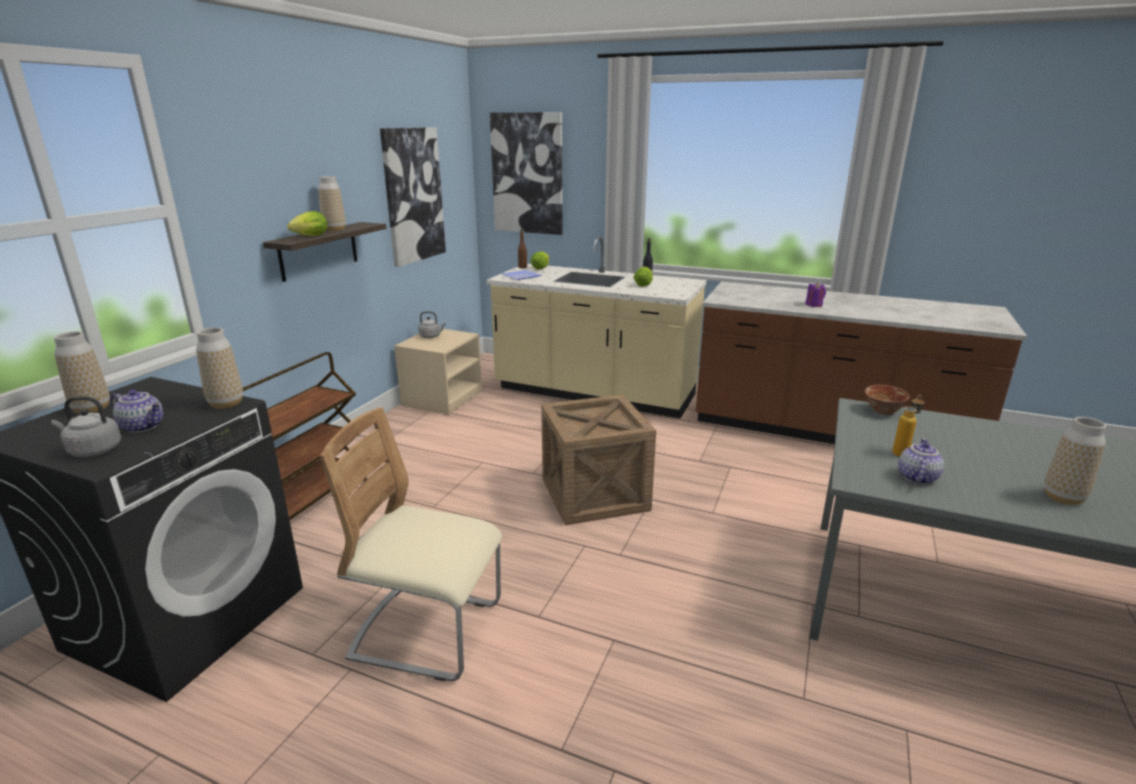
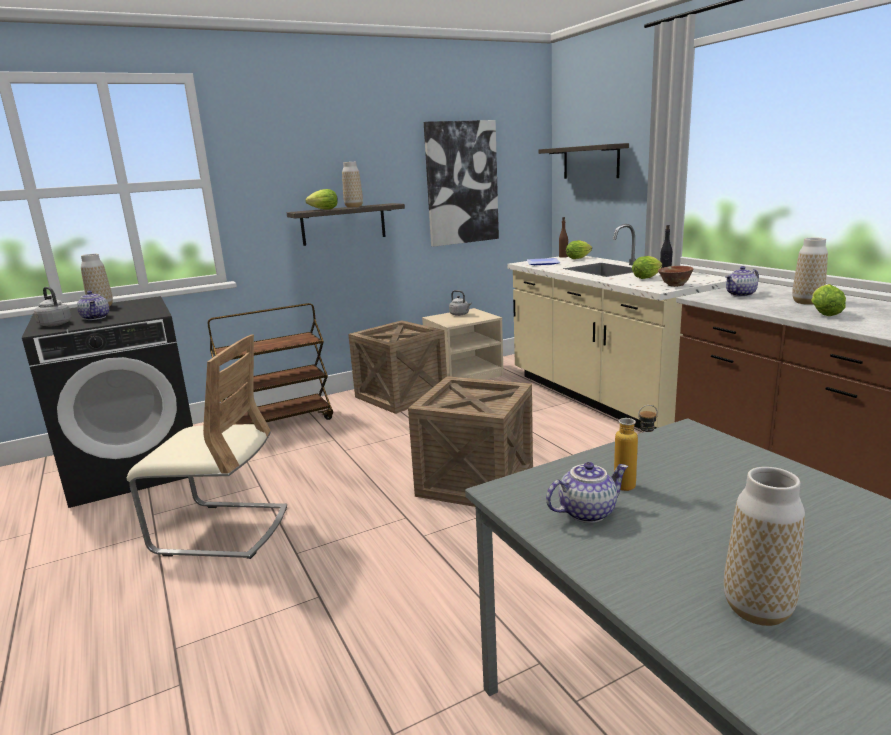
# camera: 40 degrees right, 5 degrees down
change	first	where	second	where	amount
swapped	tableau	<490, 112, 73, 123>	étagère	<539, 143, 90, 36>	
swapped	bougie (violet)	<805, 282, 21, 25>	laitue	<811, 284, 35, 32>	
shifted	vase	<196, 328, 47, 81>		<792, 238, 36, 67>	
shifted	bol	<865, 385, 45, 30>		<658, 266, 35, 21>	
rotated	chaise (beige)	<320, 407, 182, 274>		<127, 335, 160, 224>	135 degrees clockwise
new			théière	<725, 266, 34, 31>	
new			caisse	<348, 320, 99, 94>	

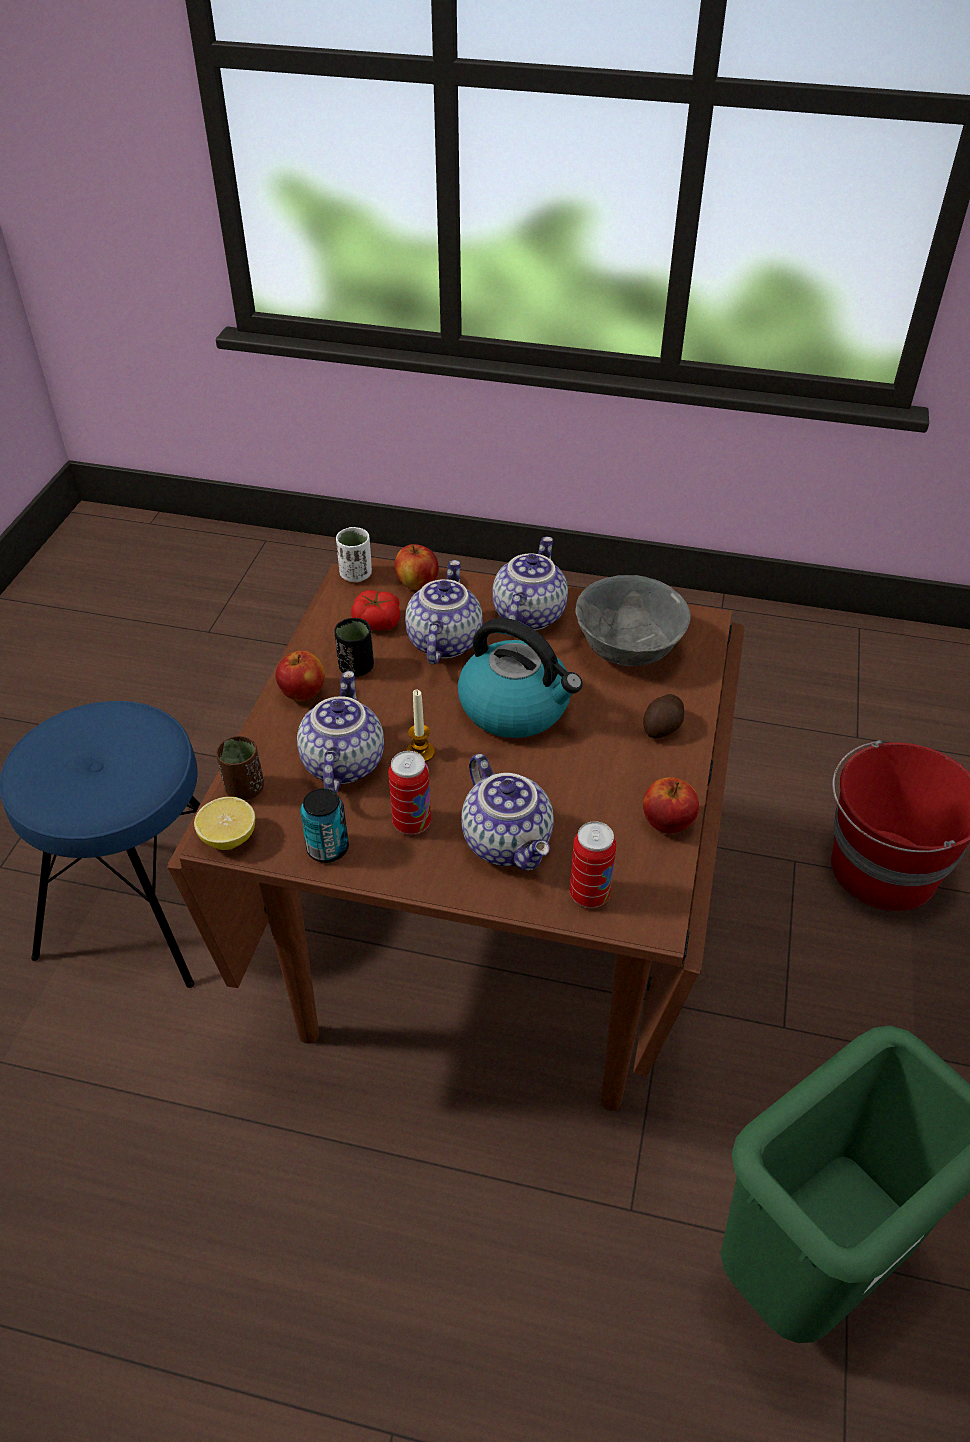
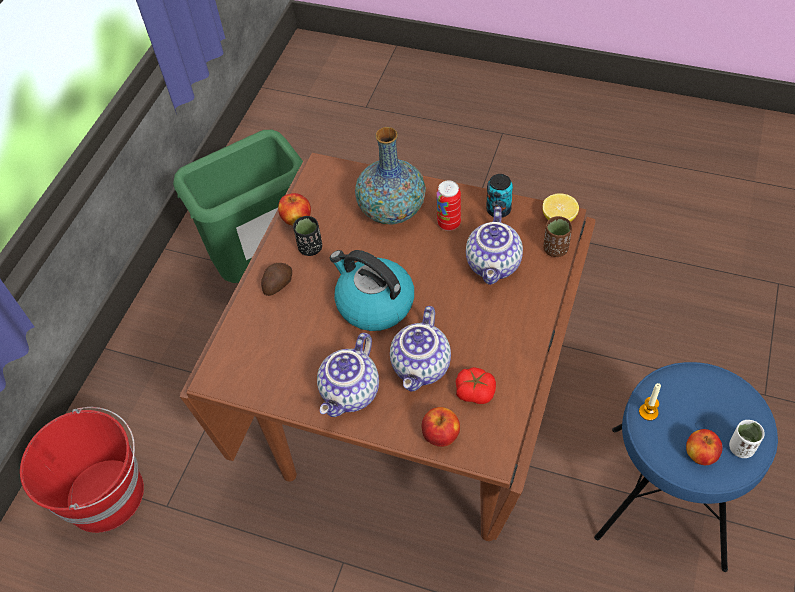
# camera: 170 degrees left, 10 degrees up
change	first	where	second	where	amount
shifted	tasse (blanc)	<336, 527, 36, 55>		<729, 420, 36, 38>	
gone	bol (gris)	<575, 575, 116, 91>			
shifted	tasse (noir)	<334, 618, 40, 59>		<293, 216, 29, 40>	
shifted	pomme	<275, 651, 50, 50>		<686, 429, 37, 36>	
shifted	bougie	<406, 690, 29, 72>		<639, 383, 22, 38>	
swapped	théière	<461, 754, 93, 116>	vase	<355, 127, 71, 98>	
gone	boîte métallique	<570, 821, 46, 87>			

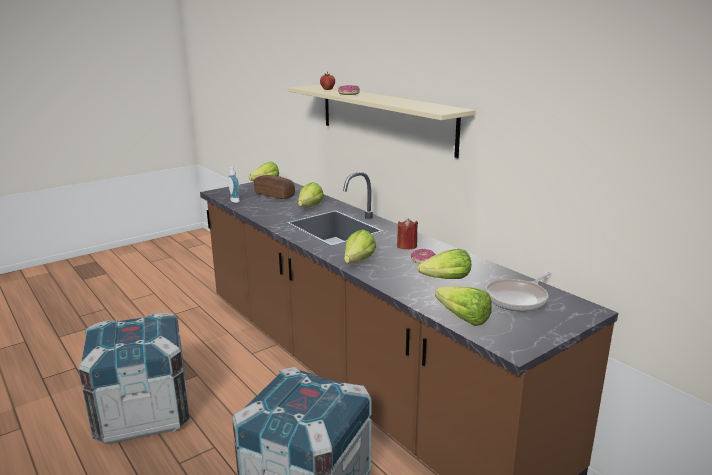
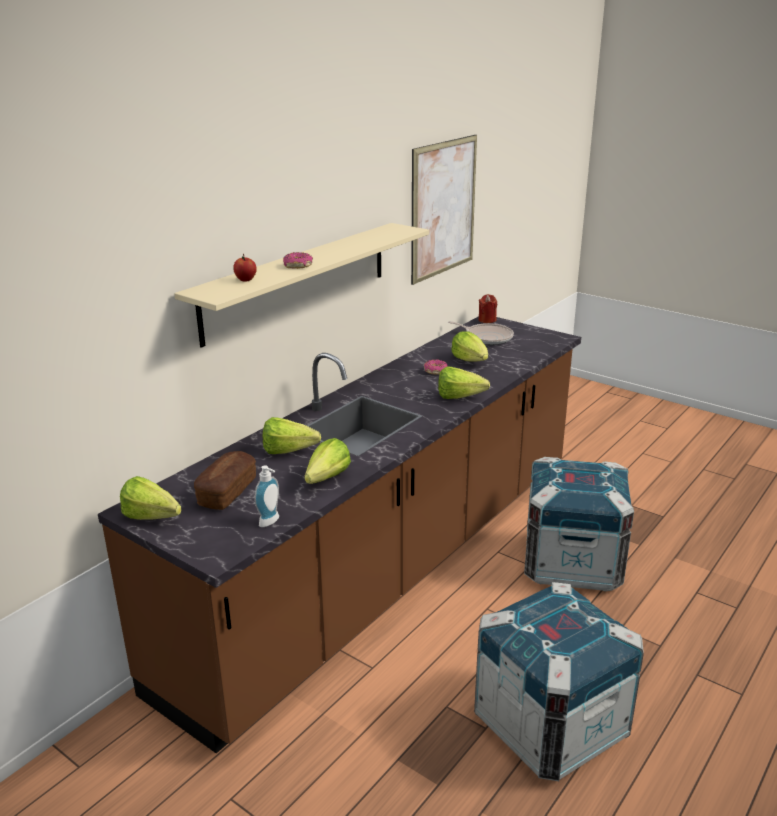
# camera: 105 degrees left, 5 degrees up
change	first	where	second	where	amount
shifted	bougie (rouge)	<397, 218, 21, 32>		<479, 294, 18, 29>	
shifted	laitue	<435, 286, 57, 40>		<305, 438, 46, 46>	
new			tableau	<411, 135, 66, 150>	

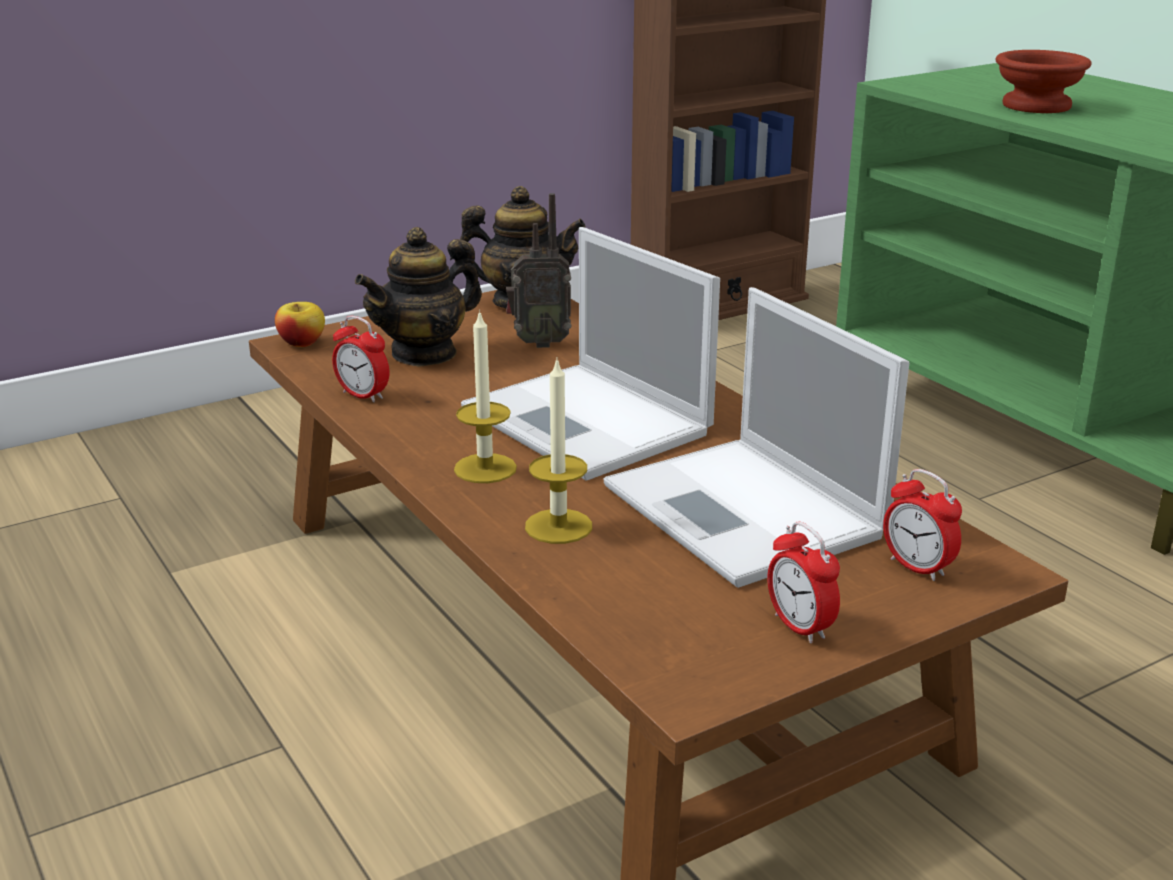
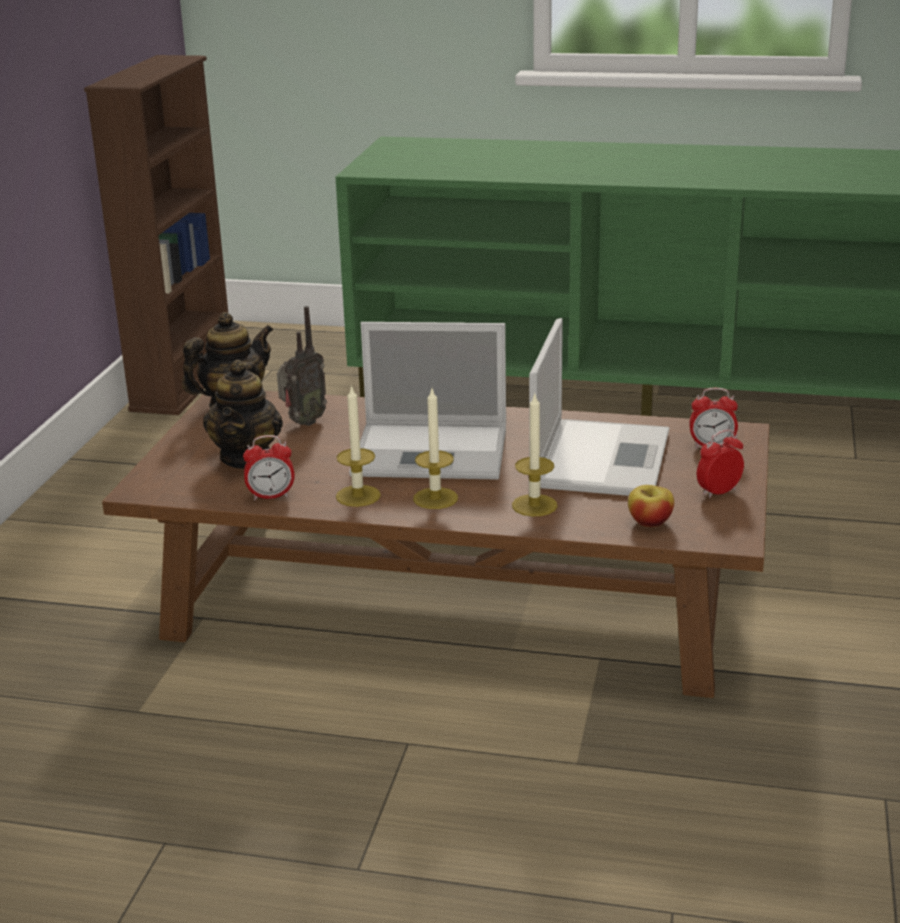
# camera: 45 degrees left, 0 degrees up
change	first	where	second	where	amount
gone	bol (marron)	<995, 50, 97, 63>			
rotated	ordinateur portable	<603, 287, 306, 301>		<529, 318, 140, 178>	90 degrees counterclockwise
shifted	pomme	<275, 302, 50, 45>		<628, 485, 46, 42>	
rotated	réveil	<767, 522, 73, 121>		<697, 429, 47, 69>	135 degrees clockwise
new			bougie	<336, 385, 45, 122>	

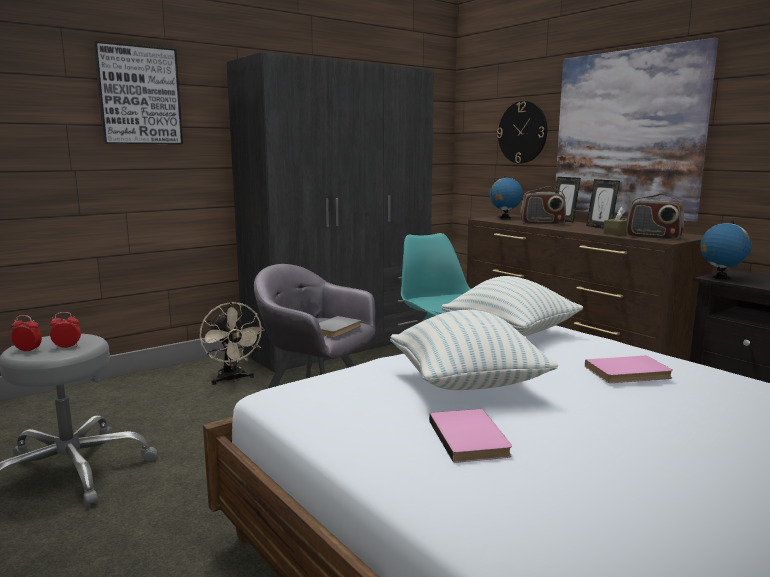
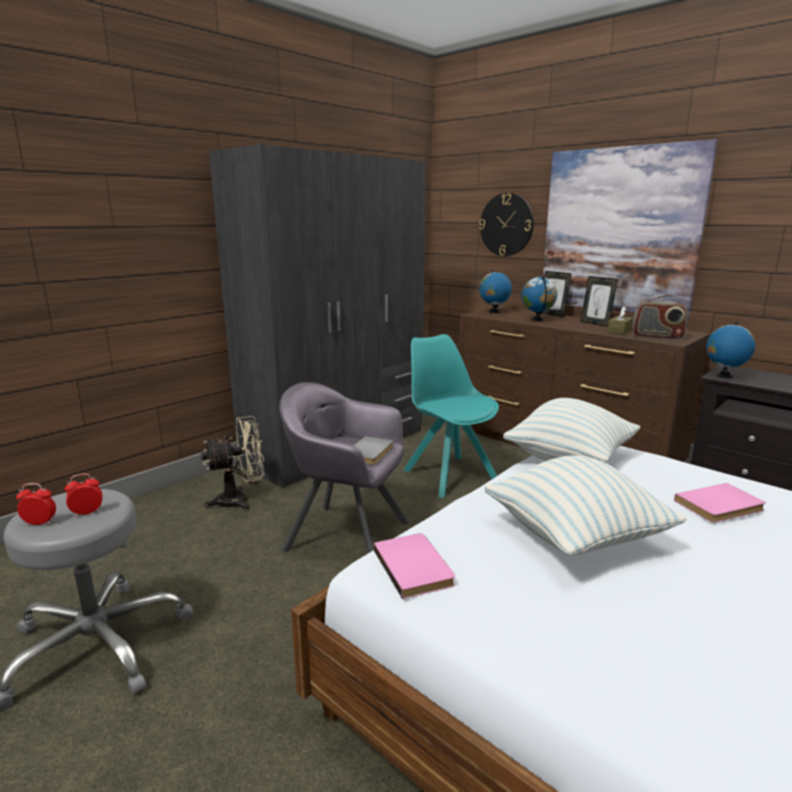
# camera: 10 degrees left, 5 degrees up
change	first	where	second	where	amount
gone	tableau	<94, 41, 89, 103>			
swapped	radio	<520, 186, 46, 39>	globe	<522, 276, 35, 45>	
rotated	ventilateur (beige)	<200, 302, 65, 83>		<201, 416, 63, 95>	75 degrees counterclockwise
shifted	livre (rose)	<429, 409, 83, 54>		<374, 533, 81, 66>	

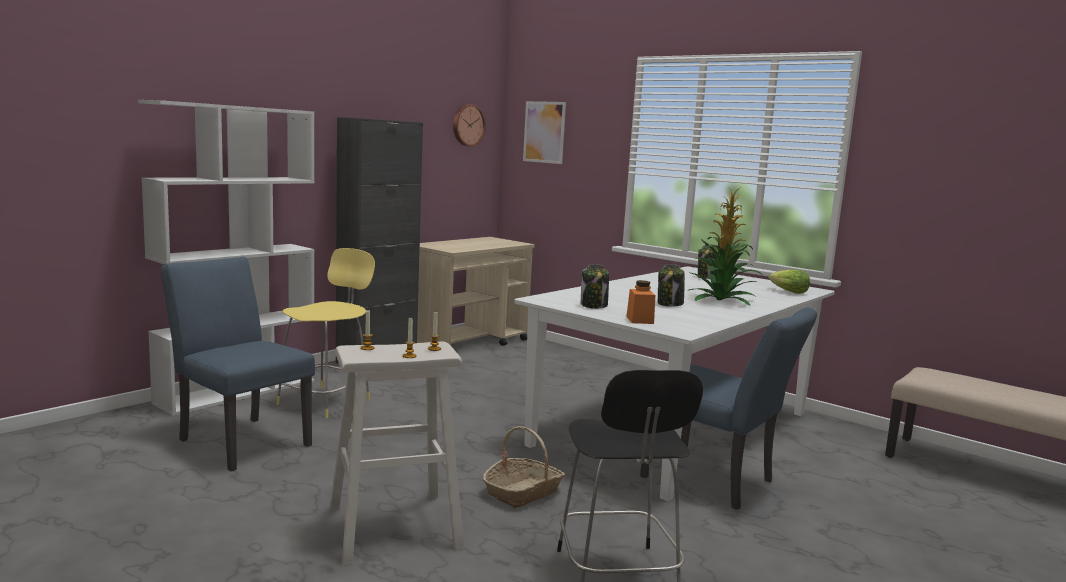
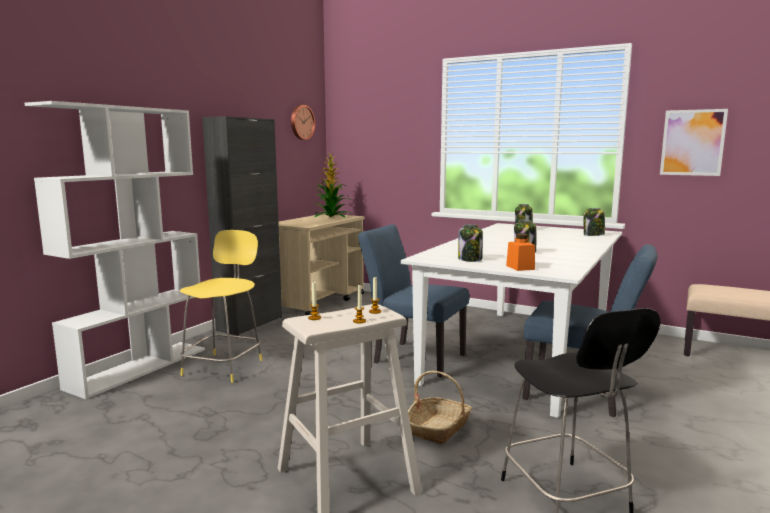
# camera: 10 degrees left, 0 degrees up
change	first	where	second	where	amount
shifted	tableau	<523, 101, 43, 63>		<660, 109, 68, 67>	
shifted	plante en pot	<689, 188, 75, 118>		<314, 153, 37, 64>	
shifted	chaise (bleu)	<161, 257, 154, 214>		<358, 224, 111, 153>	
swapped	laitue	<768, 269, 42, 25>	bocal	<584, 208, 21, 28>	

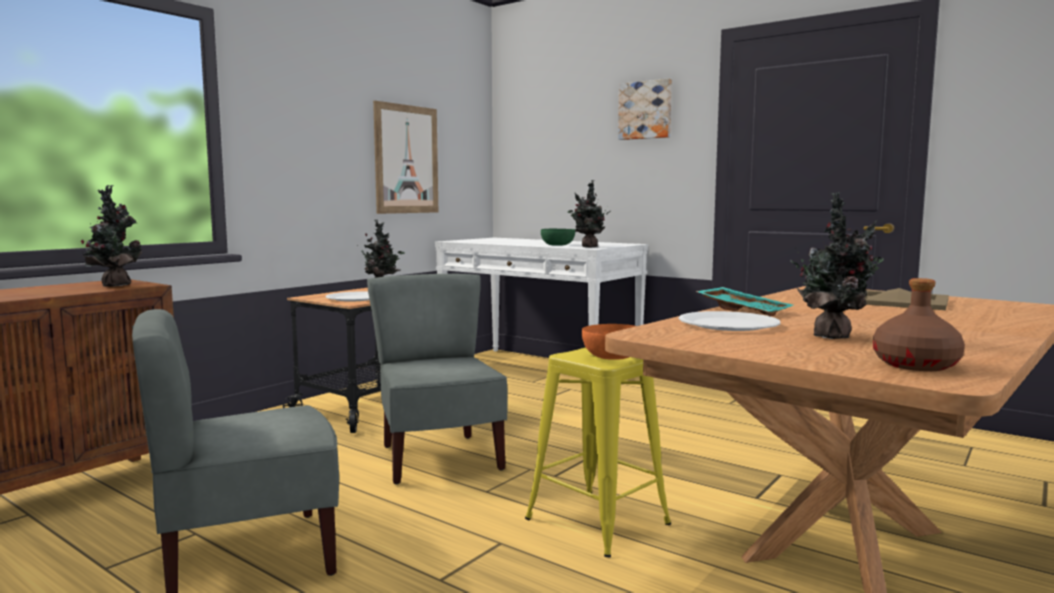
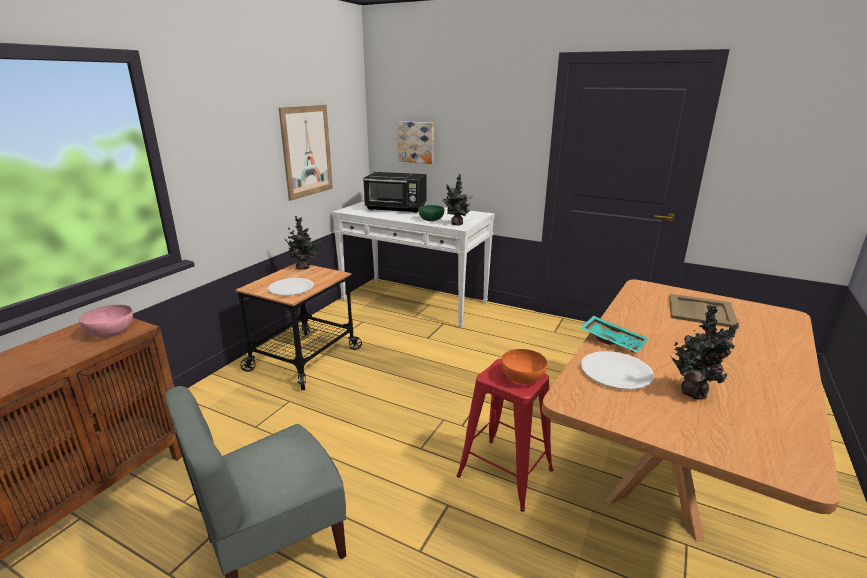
# camera: 10 degrees left, 15 degrees up
change	first	where	second	where	amount
shifted	tableau	<618, 78, 54, 62>		<397, 121, 37, 43>	
swapped	plante en pot	<81, 185, 61, 101>	bol (rose)	<79, 305, 54, 32>	
gone	chaise (gris)	<367, 274, 141, 210>			
gone	bouteille (marron)	<873, 278, 92, 93>			
repainted	tabouret (jaune)	<525, 347, 146, 210>	tabouret (rouge)	<457, 359, 96, 153>	
new			micro-ondes (noir)	<363, 172, 64, 41>	

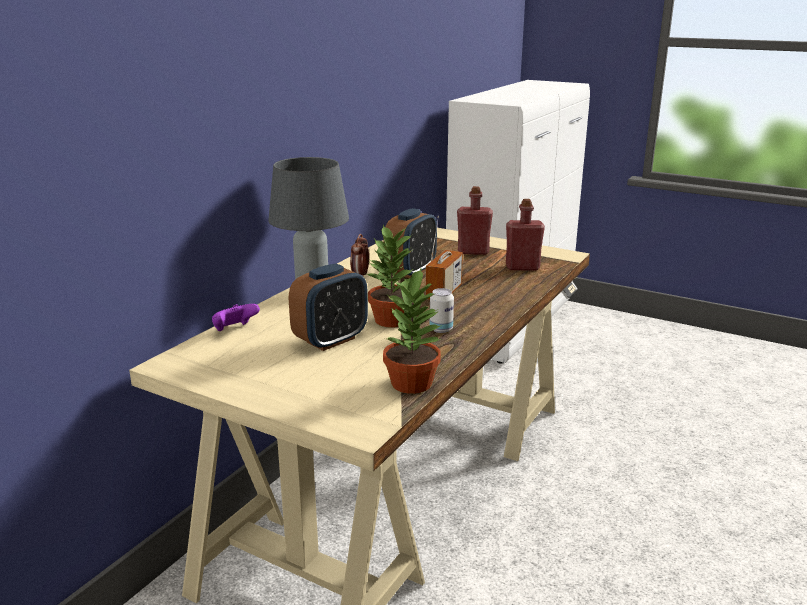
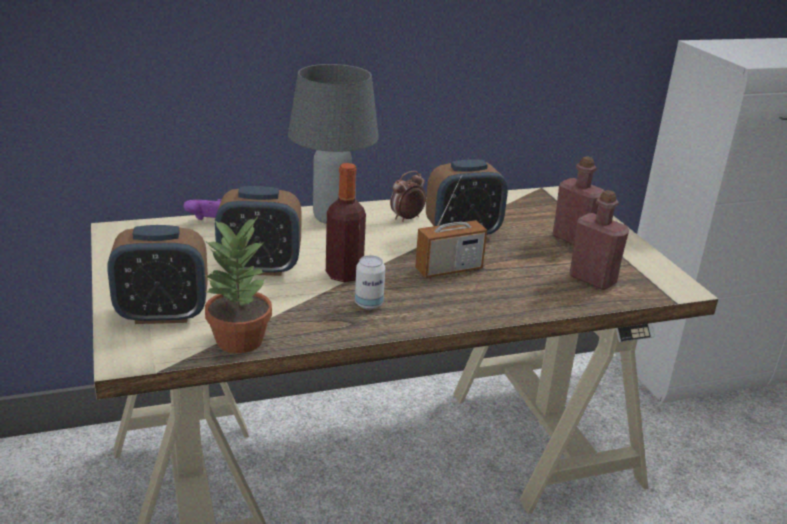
# camera: 40 degrees right, 5 degrees up
change	first	where	second	where	amount
swapped	plante en pot	<365, 225, 49, 103>	bouteille	<326, 163, 40, 119>	
new			réveil	<107, 225, 101, 99>	

